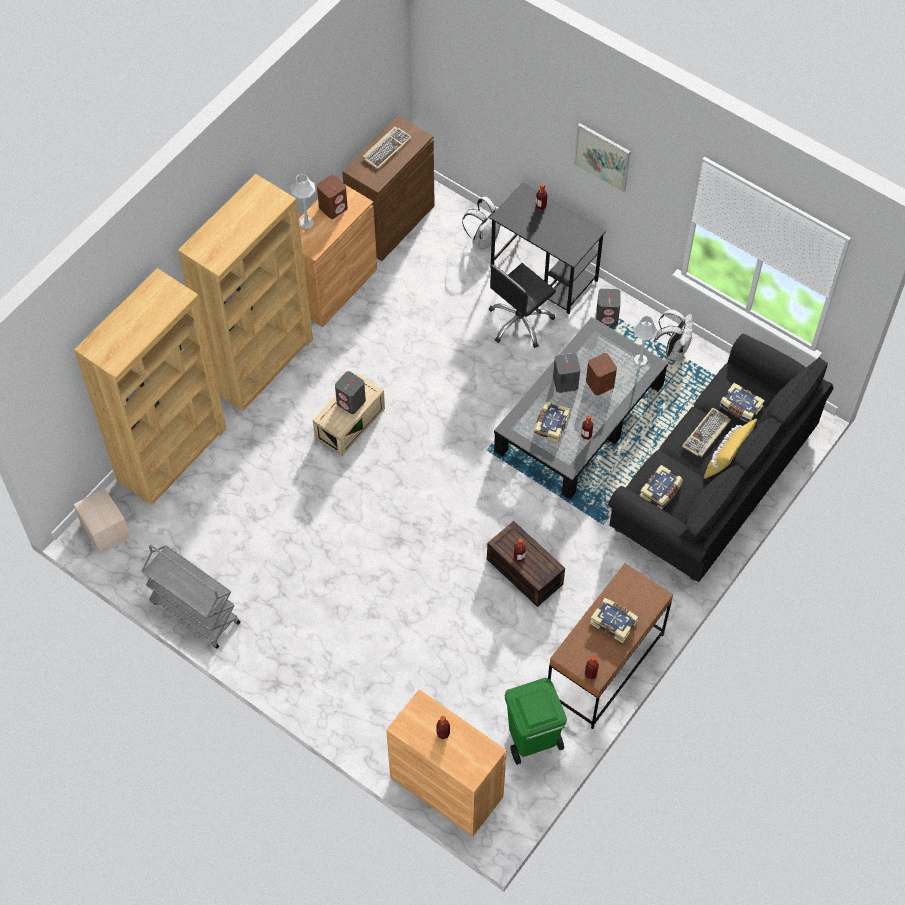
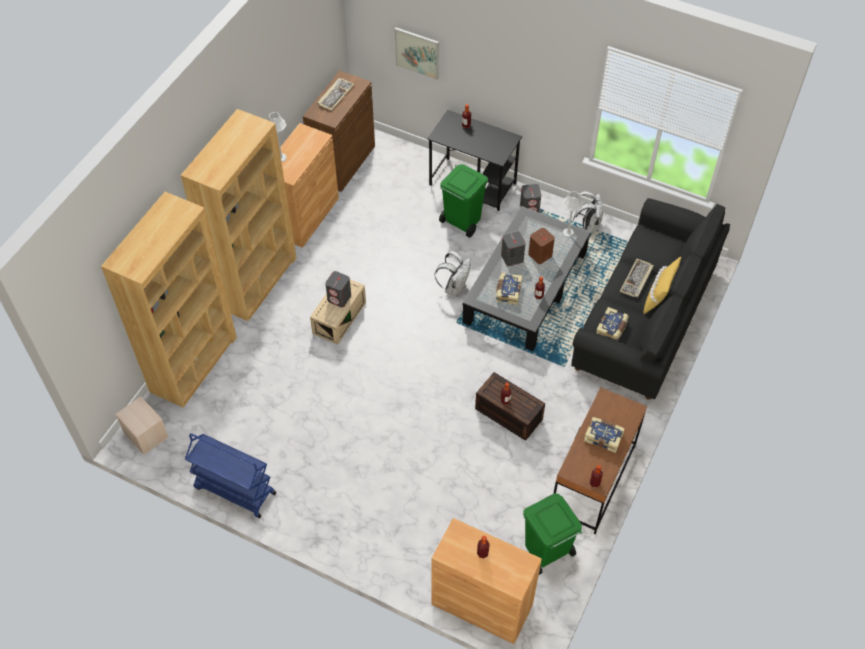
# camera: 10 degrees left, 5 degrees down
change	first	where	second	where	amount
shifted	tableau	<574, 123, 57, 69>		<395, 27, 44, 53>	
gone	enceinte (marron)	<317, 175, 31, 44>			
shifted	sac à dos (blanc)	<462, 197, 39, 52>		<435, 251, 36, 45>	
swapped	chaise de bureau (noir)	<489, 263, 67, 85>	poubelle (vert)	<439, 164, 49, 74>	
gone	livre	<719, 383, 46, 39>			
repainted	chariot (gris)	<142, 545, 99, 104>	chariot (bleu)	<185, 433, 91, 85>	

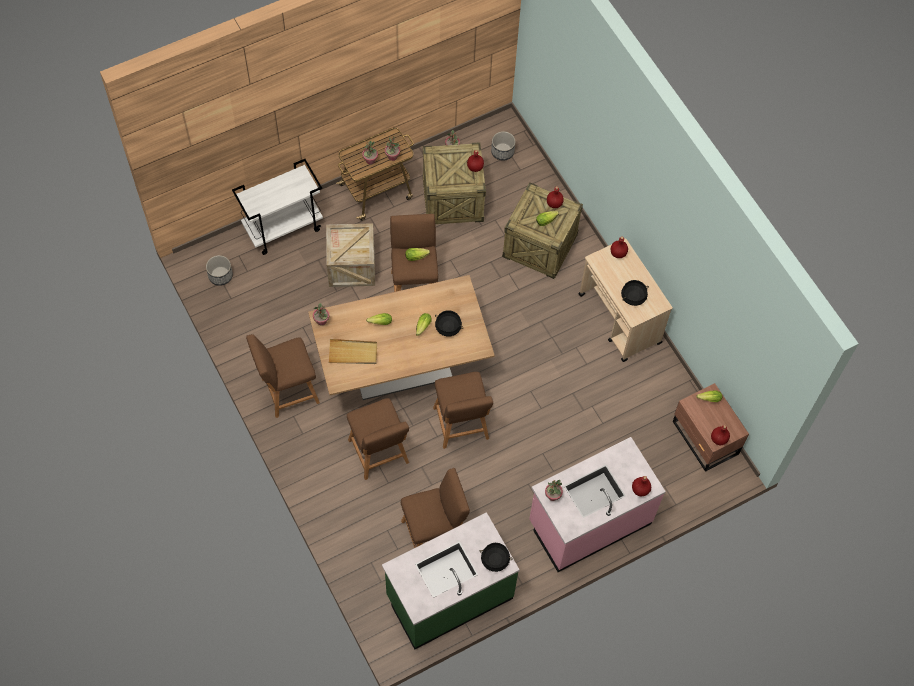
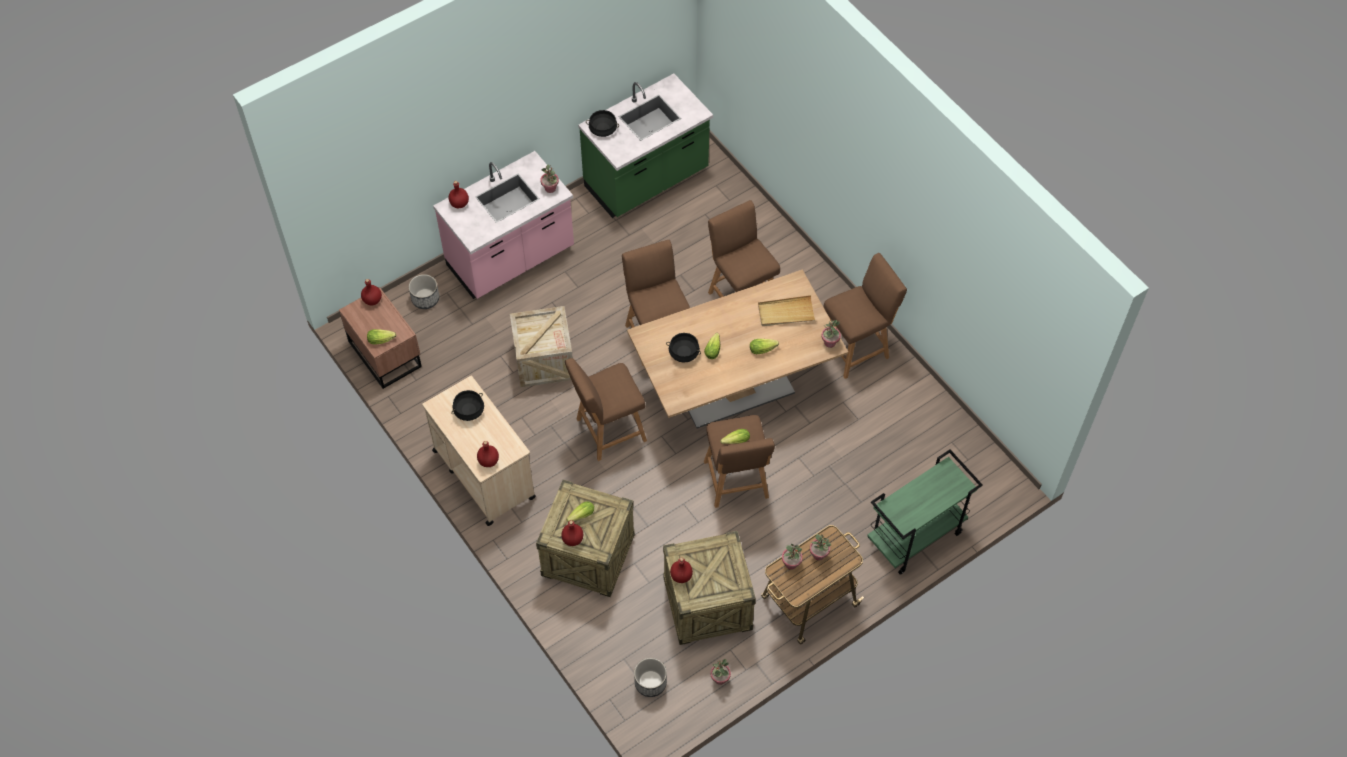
# camera: 175 degrees right, 5 degrees down
change	first	where	second	where	amount
repainted	chariot (blanc)	<232, 159, 91, 96>	chariot (vert)	<867, 449, 116, 126>	
shifted	caisse	<326, 223, 49, 64>		<510, 306, 63, 81>	
shifted	cache-pot	<206, 255, 27, 31>		<409, 274, 30, 35>	
shifted	tabouret (marron)	<401, 468, 69, 80>		<565, 358, 82, 103>	

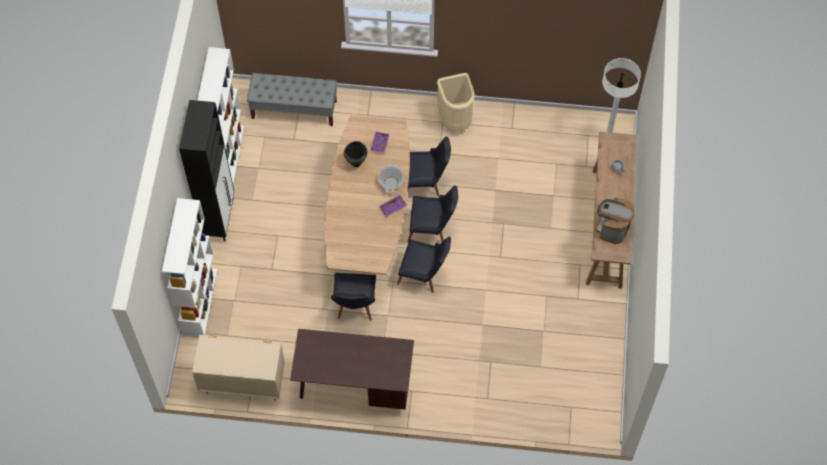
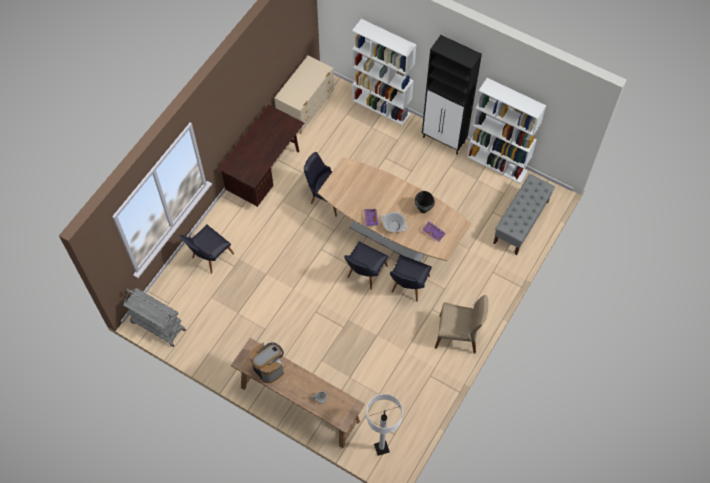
# camera: 115 degrees right, 0 degrees up
change	first	where	second	where	amount
swapped	poubelle (beige)	<437, 73, 38, 59>	chaise (beige)	<435, 295, 53, 59>	
shifted	chaise (noir)	<397, 237, 54, 56>		<180, 224, 54, 50>	
new			chariot (gris)	<123, 288, 63, 59>	

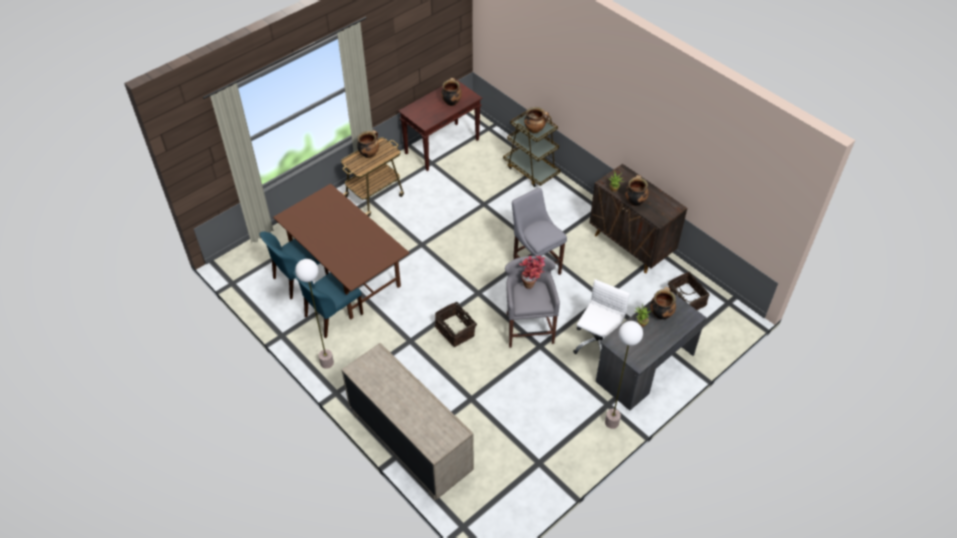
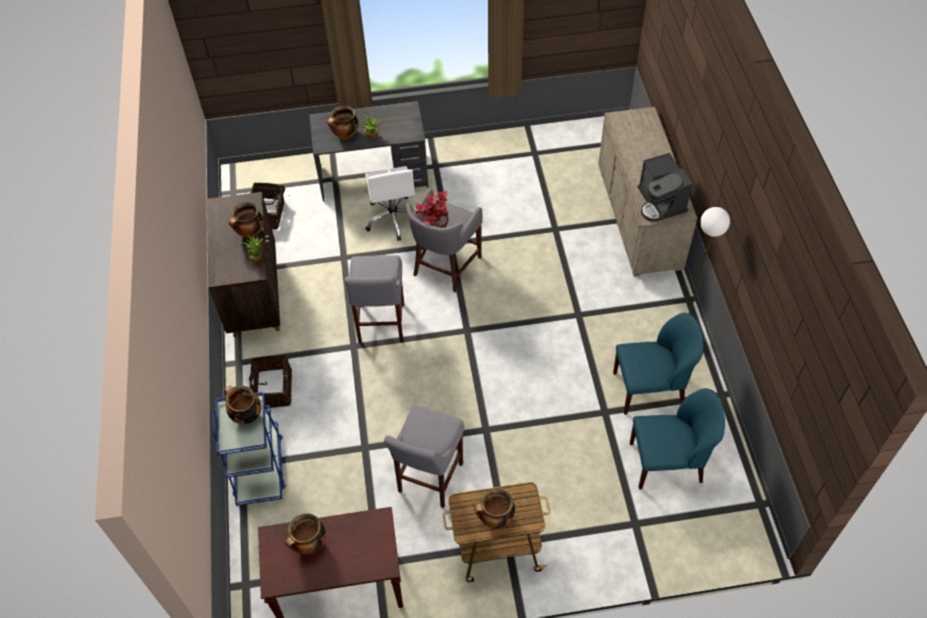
# camera: 145 degrees left, 5 degrees up
change	first	where	second	where	amount
repainted	chariot (marron)	<503, 112, 57, 75>	chariot (bleu)	<212, 392, 74, 114>	
gone	table à manger (marron)	<273, 184, 137, 135>			
rotated	chaise de bureau (blanc)	<573, 279, 57, 75>		<365, 166, 50, 75>	75 degrees counterclockwise
shifted	panier	<435, 301, 42, 46>		<249, 355, 43, 53>	
gone	lampadaire	<605, 321, 38, 108>			
new			machine à café	<637, 153, 56, 69>	
new			tabouret (gris)	<384, 405, 80, 103>	

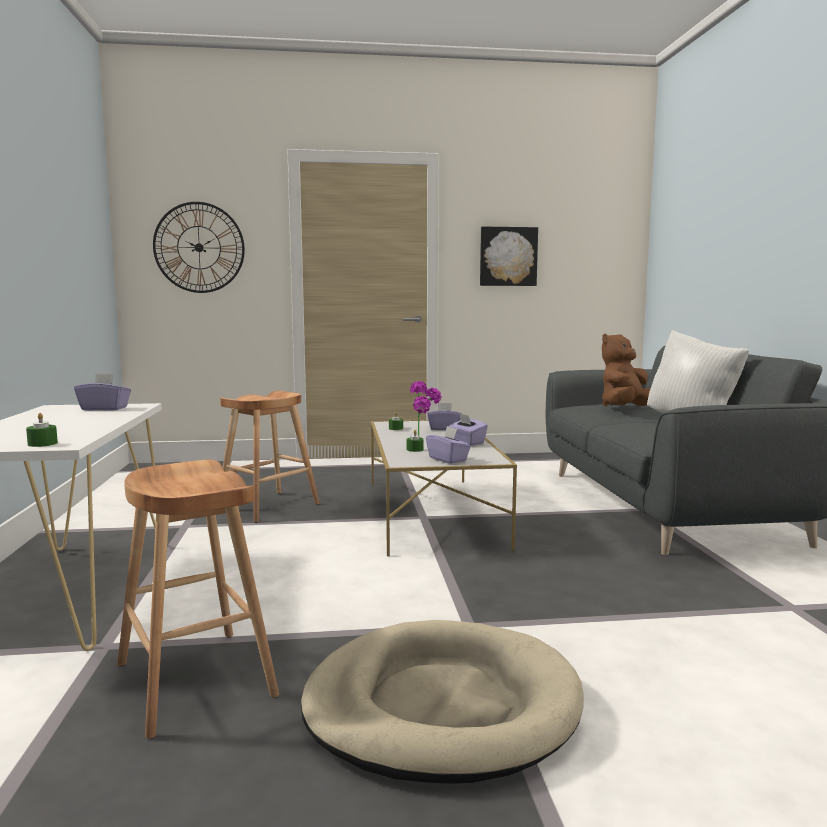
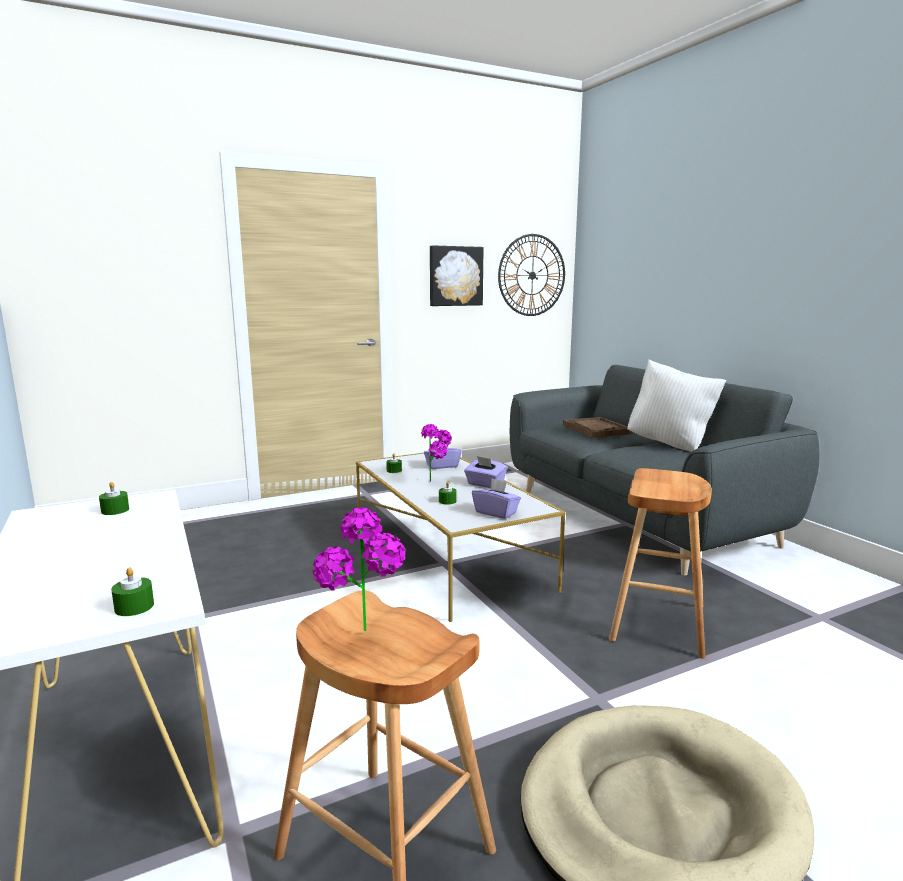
# camera: 20 degrees left, 5 degrees up
change	first	where	second	where	amount
shifted	horloge murale	<153, 202, 92, 91>		<498, 234, 67, 82>	
swapped	peluche (marron)	<602, 333, 48, 73>	plateau (marron)	<563, 417, 69, 21>	
swapped	boîte à mouchoirs (violet)	<74, 373, 57, 38>	bougie (vert)	<99, 482, 30, 33>	
shifted	tabouret (marron)	<220, 391, 100, 132>		<609, 468, 103, 191>	
new			plante en pot	<313, 507, 93, 124>	

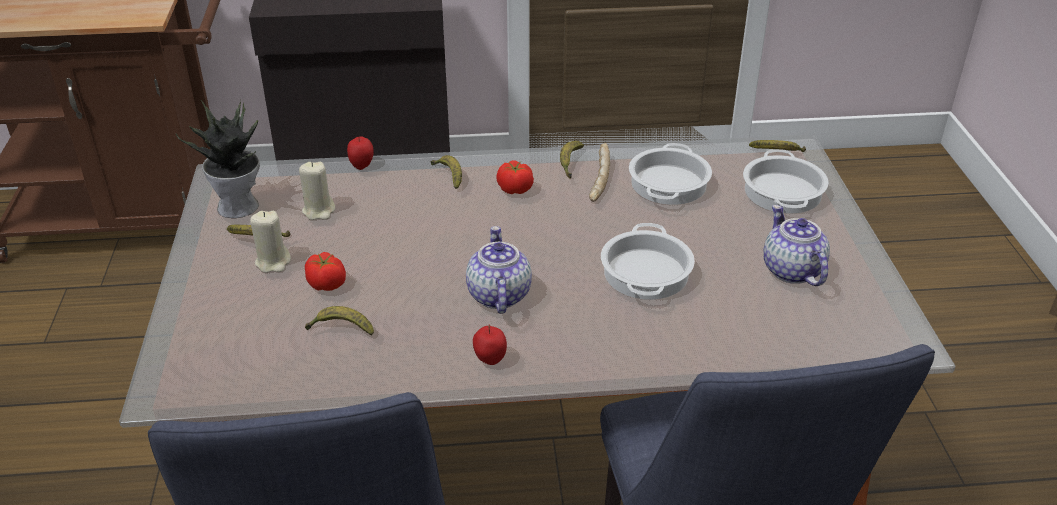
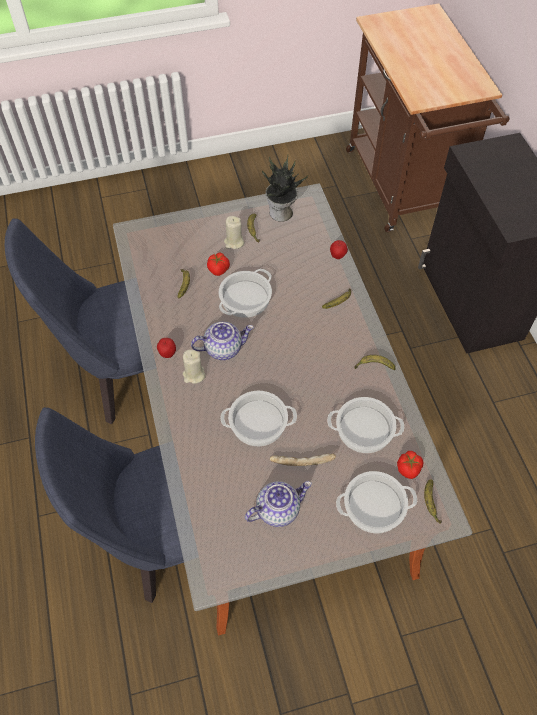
# camera: 80 degrees right, 20 degrees up
change	first	where	second	where	amount
shifted	pain	<589, 143, 21, 59>		<270, 454, 66, 12>	
shifted	tomate	<496, 160, 38, 34>		<397, 451, 26, 28>	
shifted	bougie (beige)	<299, 162, 36, 58>		<183, 349, 23, 35>	
new			marmite	<218, 269, 54, 49>	

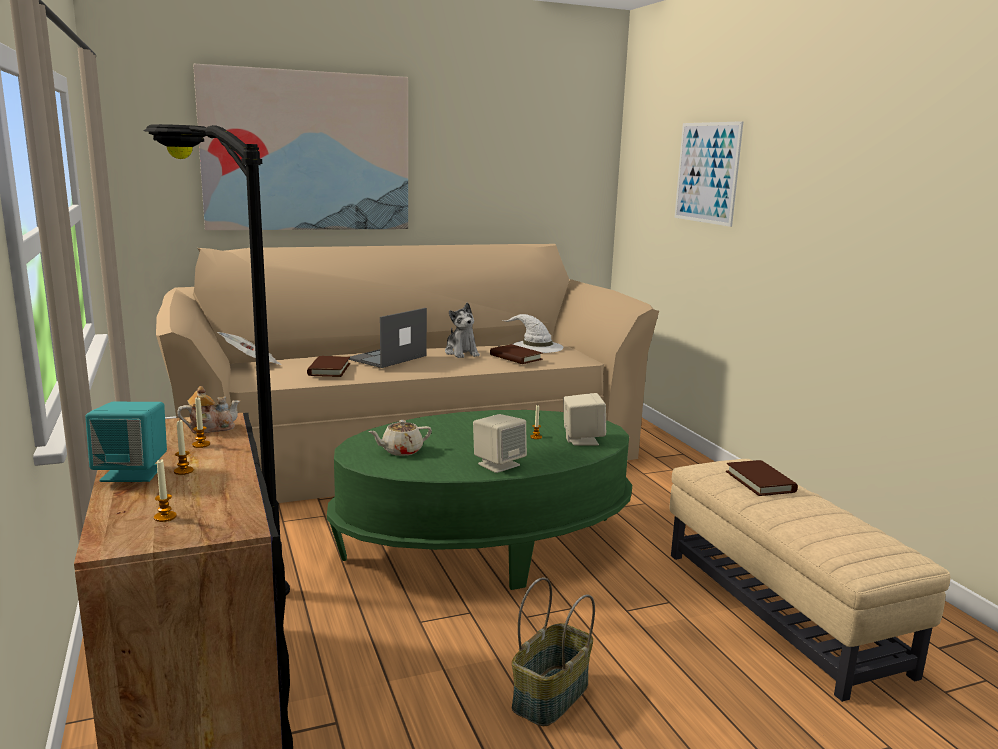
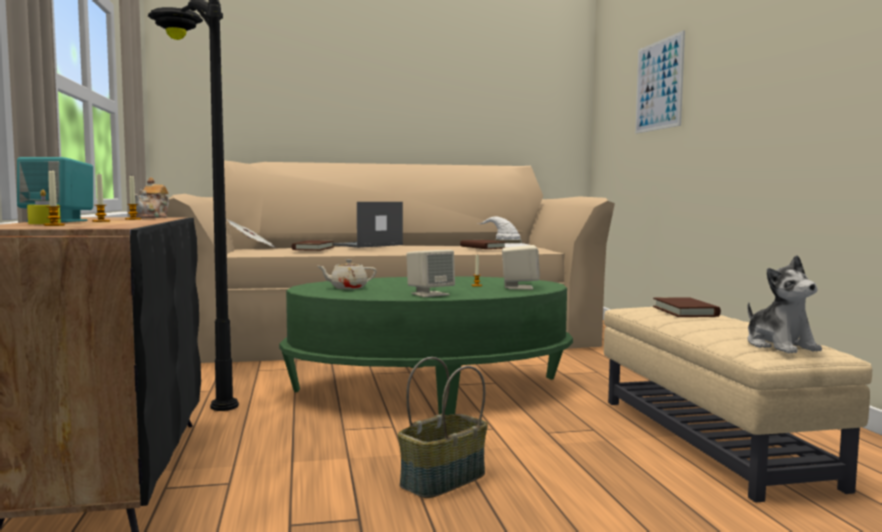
# camera: 10 degrees right, 10 degrees down
change	first	where	second	where	amount
gone	tableau	<193, 64, 215, 166>			
shifted	peluche	<445, 302, 35, 56>		<747, 255, 75, 98>	
rotated	théière	<177, 386, 63, 47>		<135, 178, 34, 40>	120 degrees clockwise
new			bougie (jaune)	<27, 190, 34, 34>	

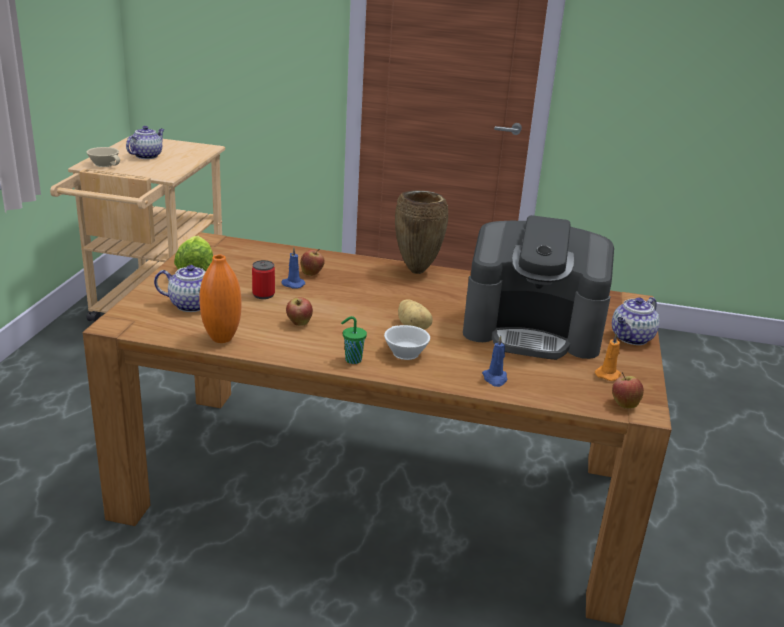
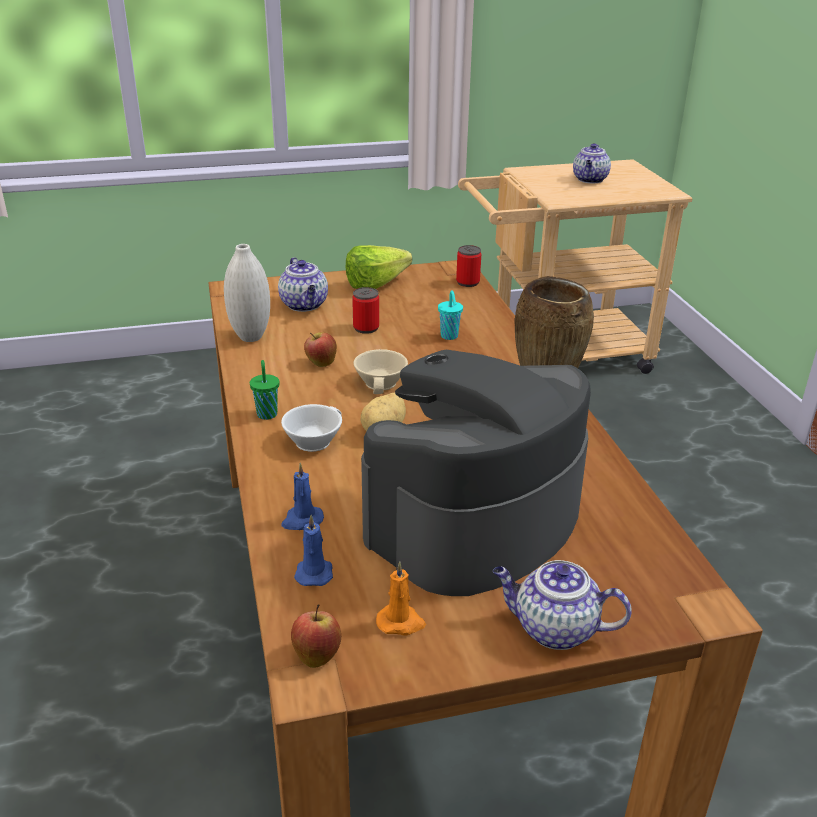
# camera: 65 degrees right, 5 degrees up
change	first	where	second	where	amount
rotated	théière	<126, 126, 38, 33>		<573, 143, 38, 41>	105 degrees clockwise
shifted	tasse (beige)	<87, 147, 33, 20>		<354, 349, 54, 45>	
rotated	machine à café	<463, 215, 151, 145>		<361, 350, 230, 246>	60 degrees clockwise
shifted	bougie (bleu)	<281, 247, 24, 41>		<294, 515, 39, 71>	
swapped	pomme	<300, 249, 25, 27>	tasse (turquoise)	<438, 290, 25, 50>	
repainted	vase (orange)	<200, 254, 42, 89>	vase (blanc)	<224, 244, 46, 98>	
new			boîte métallique	<456, 245, 25, 42>	

